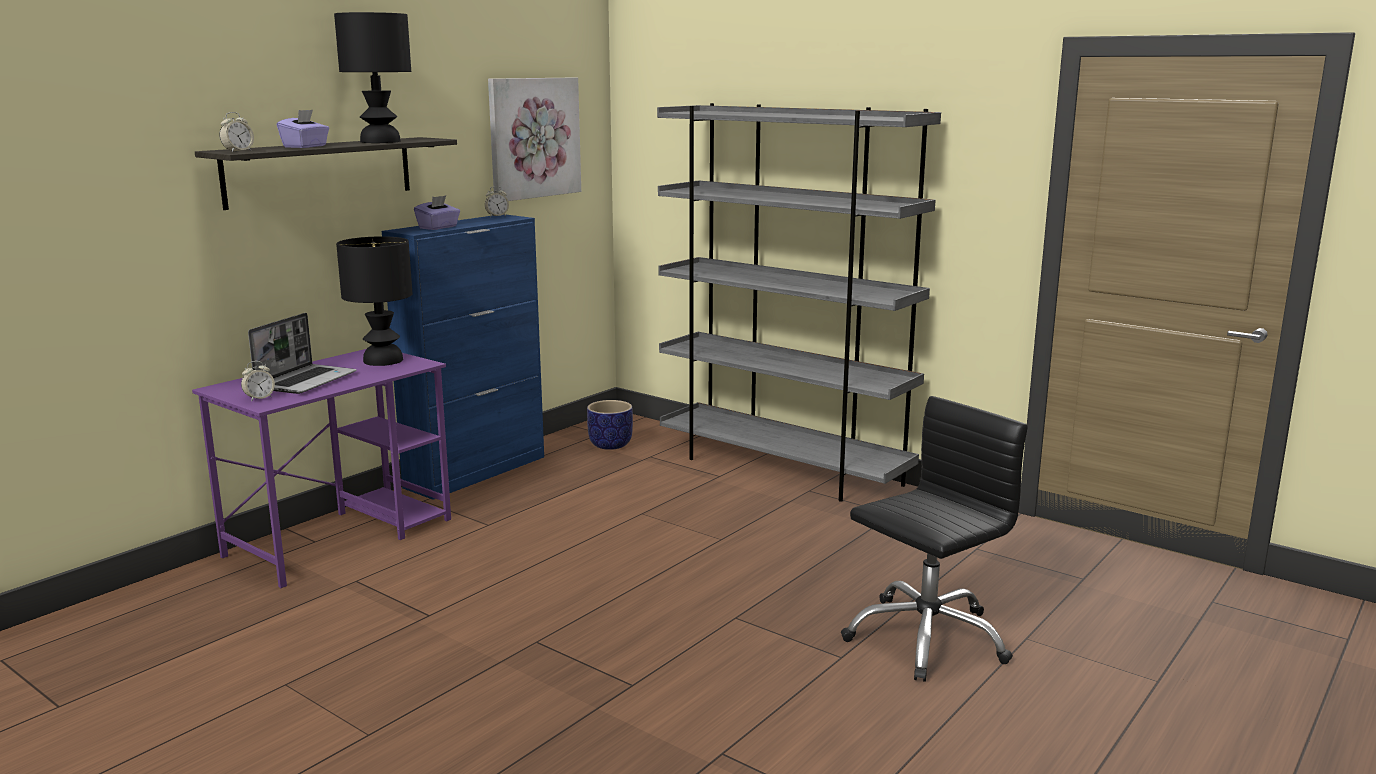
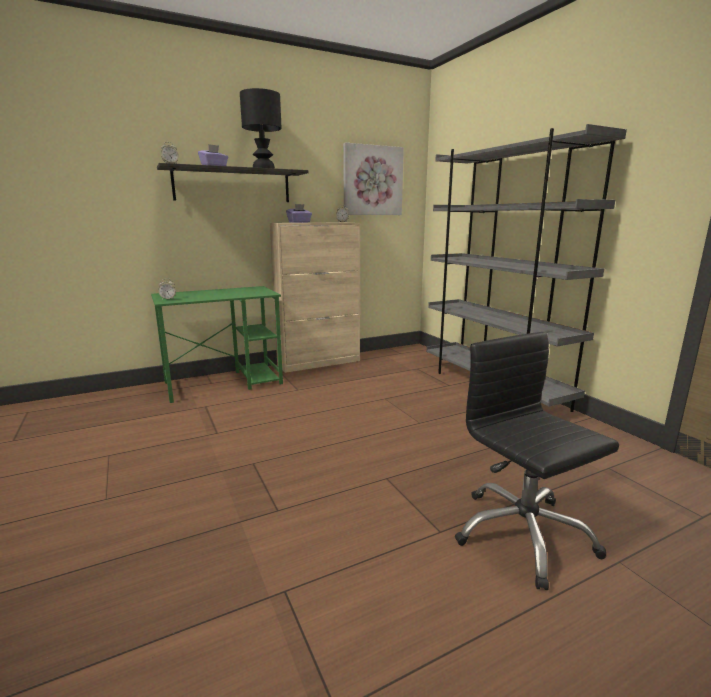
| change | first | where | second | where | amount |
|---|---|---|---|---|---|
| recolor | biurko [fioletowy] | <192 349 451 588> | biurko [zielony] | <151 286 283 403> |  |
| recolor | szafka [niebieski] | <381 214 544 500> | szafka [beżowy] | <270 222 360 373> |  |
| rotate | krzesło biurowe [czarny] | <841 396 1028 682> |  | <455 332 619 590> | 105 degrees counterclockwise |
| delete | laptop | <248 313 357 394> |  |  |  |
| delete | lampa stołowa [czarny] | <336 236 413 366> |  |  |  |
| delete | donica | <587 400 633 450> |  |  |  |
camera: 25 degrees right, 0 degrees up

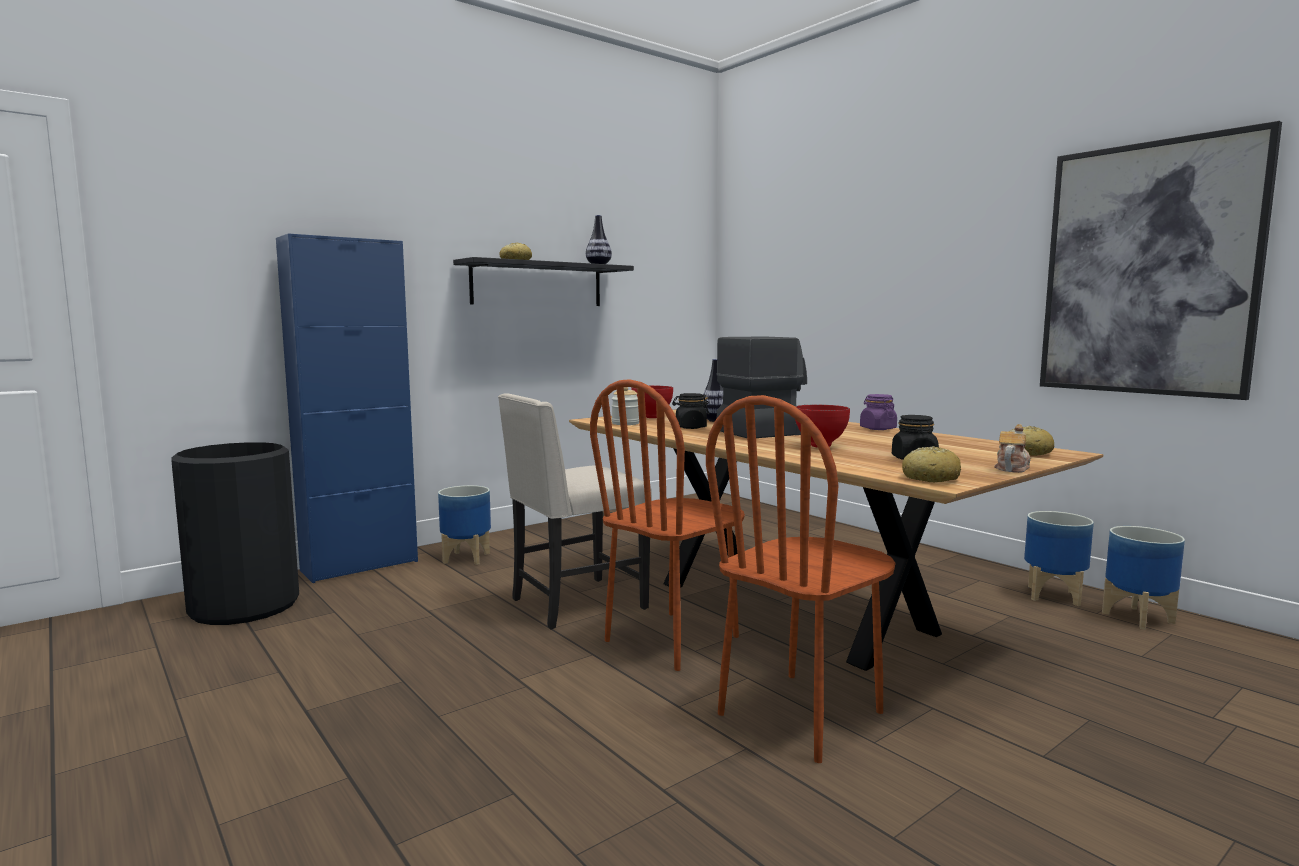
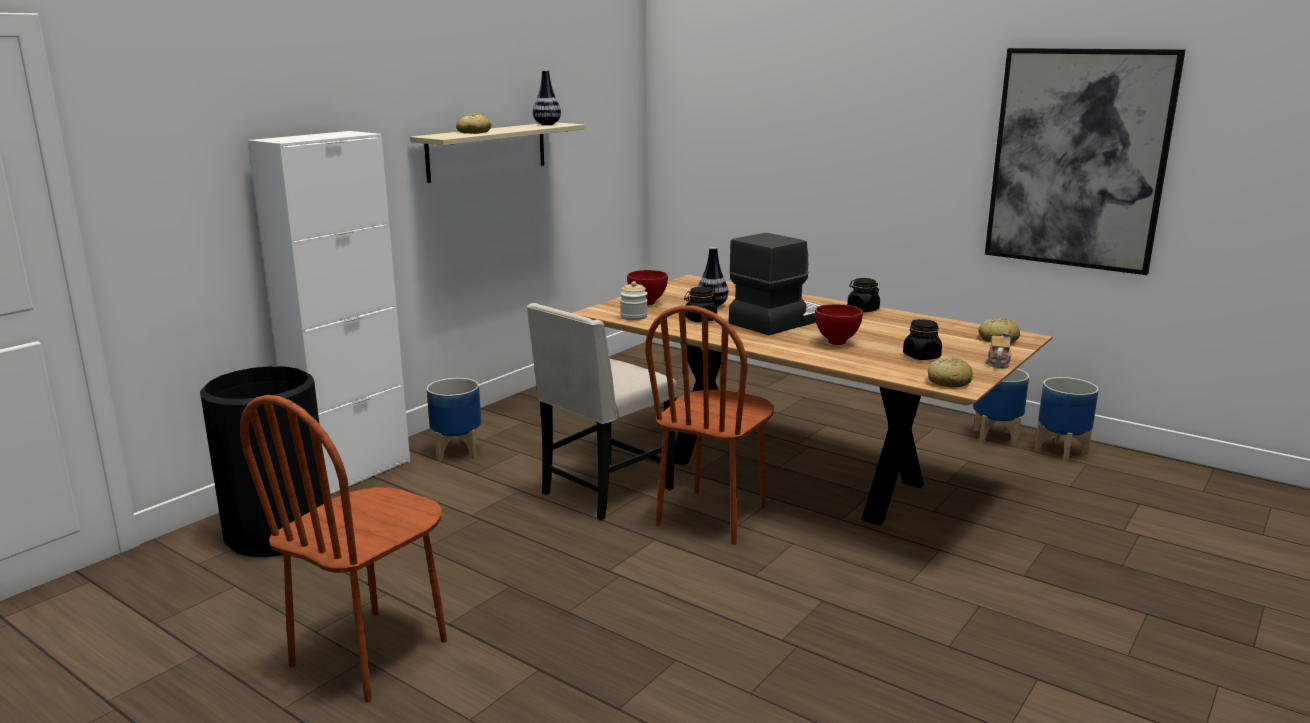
| change | first | where | second | where | amount |
|---|---|---|---|---|---|
| move | krzesło [brązowy] | <706 395 896 763> |  | <240 395 447 703> |  |
| recolor | szafka [niebieski] | <276 233 418 583> | szafka [biały] | <248 131 410 494> |  |
| recolor | półka [czarny] | <453 257 634 306> | półka [beżowy] | <410 122 584 183> |  |
| recolor | słoik [fioletowy] | <860 394 897 430> | słoik [czarny] | <847 278 880 312> |  |
camera: 15 degrees left, 10 degrees up

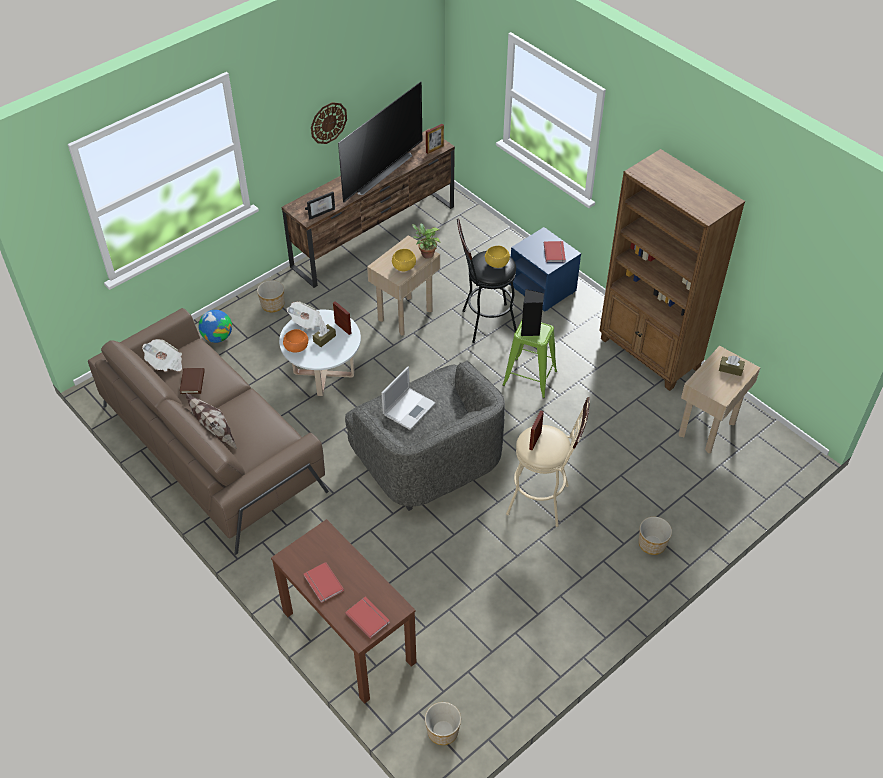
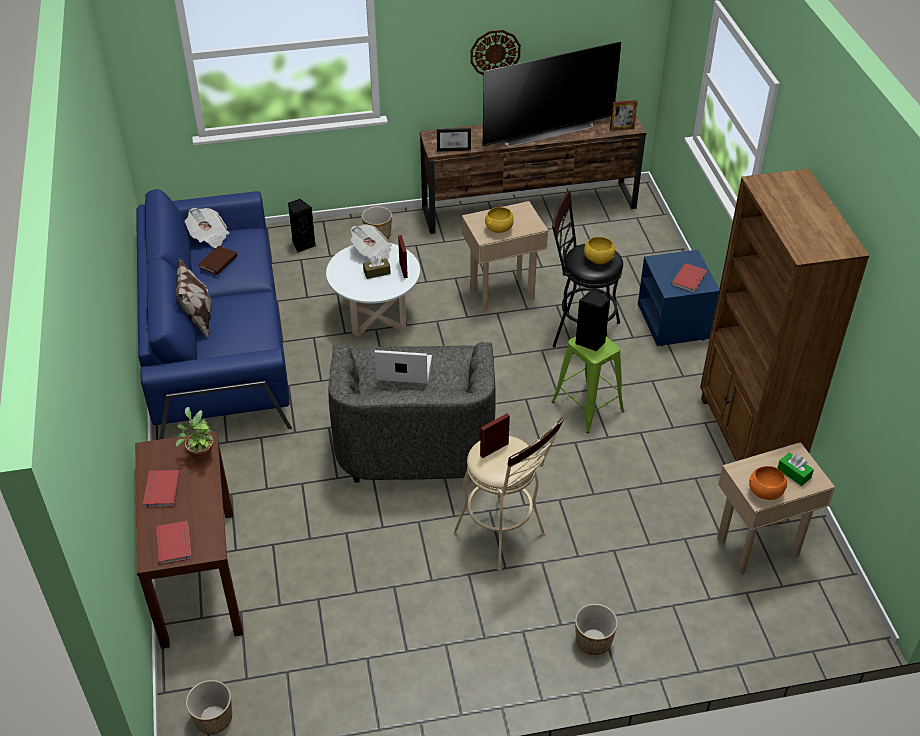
| change | first | where | second | where | amount |
|---|---|---|---|---|---|
| recolor | kanapa [brązowy] | <88 308 329 555> | kanapa [niebieski] | <136 189 292 439> |  |
| move | roślina doniczkowa | <412 224 441 259> |  | <176 407 215 463> |  |
| replace | globus | <198 310 232 343> | głośnik [czarny] | <288 199 316 253> |  |
| rotate | laptop | <382 366 436 430> |  | <375 350 432 384> | 150 degrees counterclockwise |
| move | miska [pomarańczowy] | <283 329 308 352> |  | <749 466 787 500> |  |
| recolor | pudełko chusteczek [brązowy] | <719 356 745 376> | pudełko chusteczek [zielony] | <777 452 814 486> |  |
camera: 30 degrees right, 5 degrees down

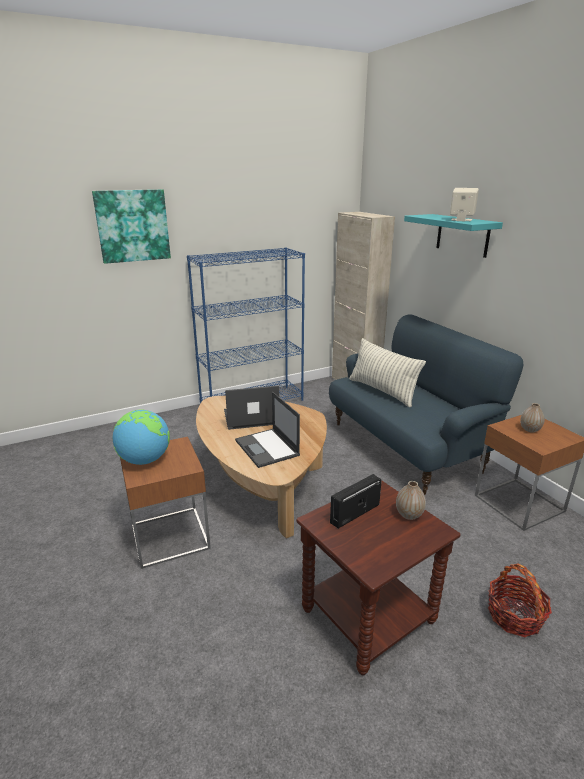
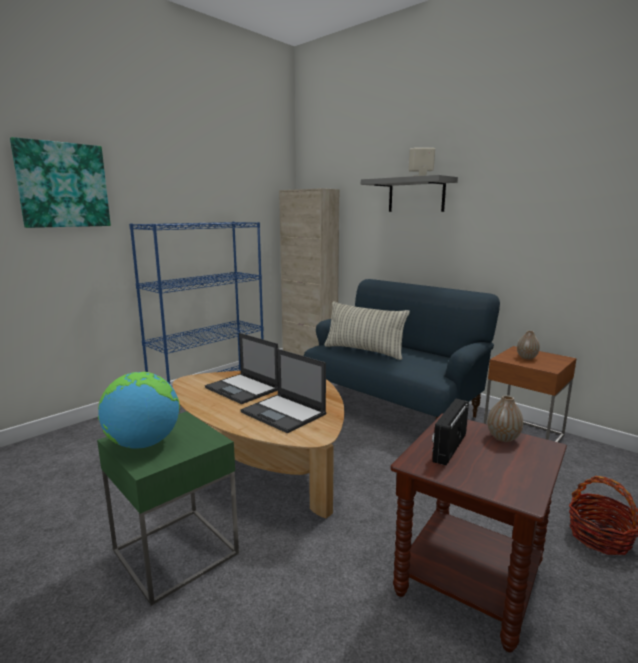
| change | first | where | second | where | amount |
|---|---|---|---|---|---|
| recolor | stolik [brązowy] | <120 437 211 569> | stolik [zielony] | <97 411 239 606> |  |
| rotate | laptop | <224 385 279 430> |  | <205 333 278 404> | 105 degrees counterclockwise |
| recolor | półka [turkusowy] | <404 214 503 258> | półka [szary] | <361 175 458 212> |  |
camera: 20 degrees left, 10 degrees down

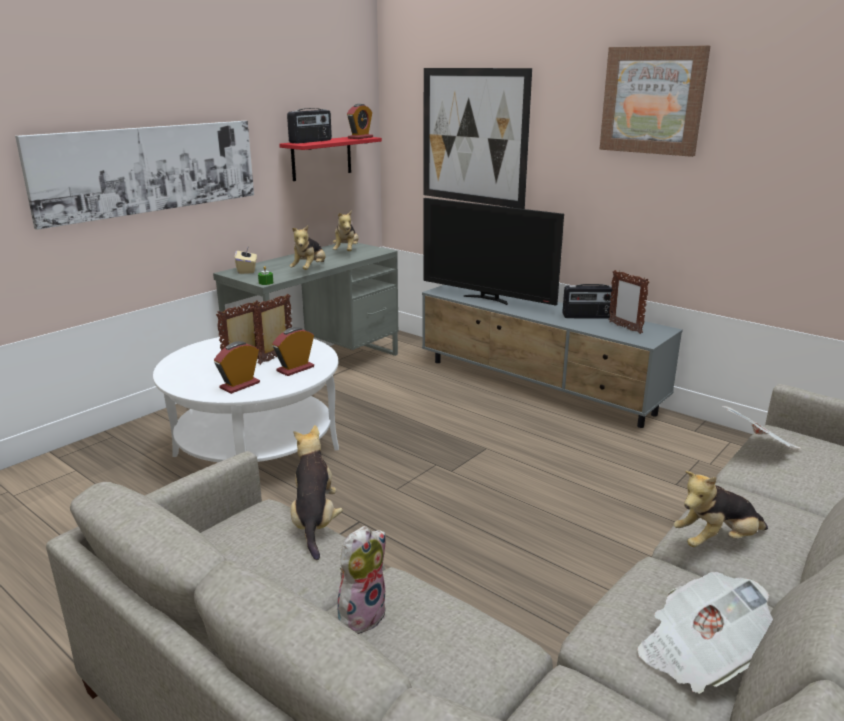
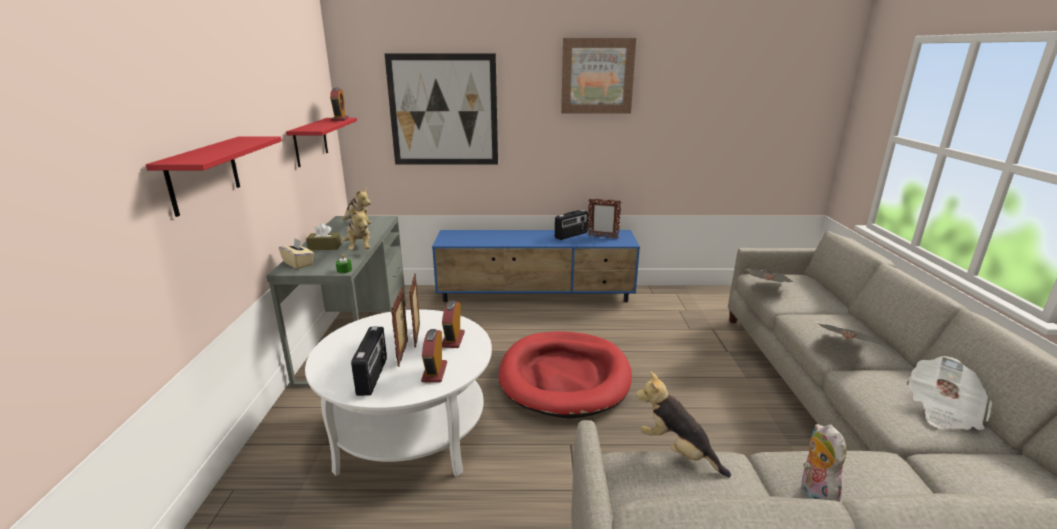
| change | first | where | second | where | amount |
|---|---|---|---|---|---|
| replace | obraz | <15 121 254 230> | półka [czerwony] | <146 137 282 217> |  |
| insert |  |  | pudełko chusteczek [brązowy] | <306 223 341 250> |  |
| move | radio | <287 108 332 144> |  | <351 327 387 396> |  |
| recolor | szafka pod telewizor [szary] | <422 285 683 428> | szafka pod telewizor [niebieski] | <432 230 640 302> |  |
| insert |  |  | legowisko [czerwony] | <499 331 632 419> |  |
| replace | pluszak | <674 471 768 547> | gazeta | <816 322 880 344> |  |
| delete | telewizor | <423 198 564 306> |  |  |  |
camera: 40 degrees left, 0 degrees up

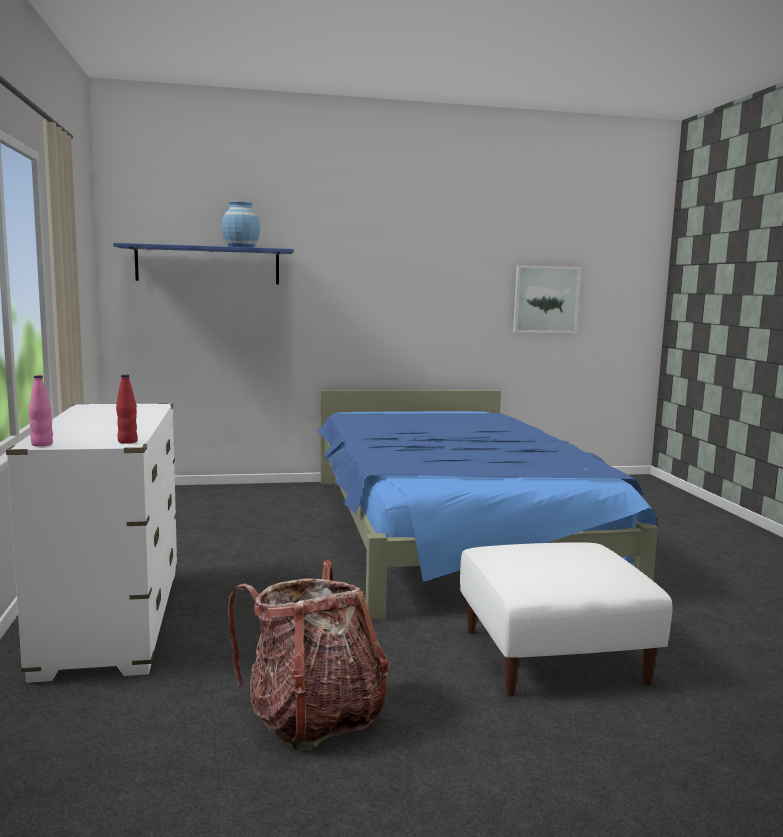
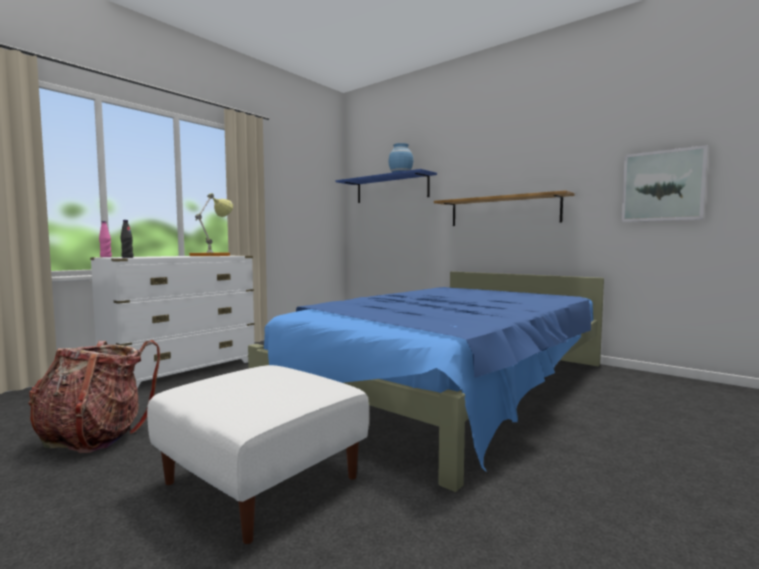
| change | first | where | second | where | amount |
|---|---|---|---|---|---|
| recolor | butelka [czerwony] | <116 374 138 444> | butelka [czarny] | <121 220 134 258> |  |
| insert |  |  | lampa stołowa | <189 194 233 256> |  |
| insert |  |  | półka | <434 190 575 226> |  |
camera: 50 degrees right, 5 degrees down

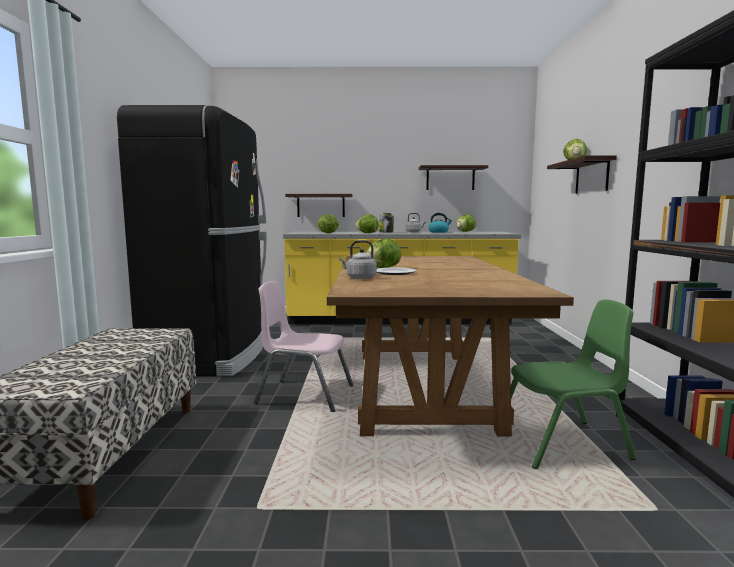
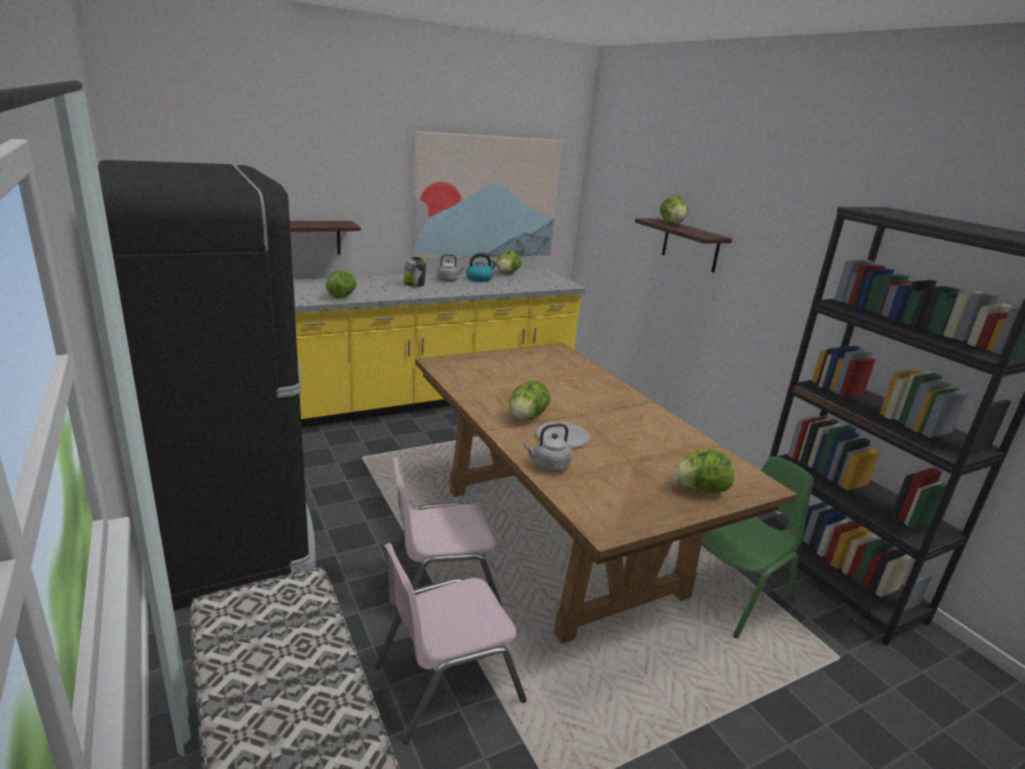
| change | first | where | second | where | amount |
|---|---|---|---|---|---|
| insert |  |  | krzesło [różowy] | <375 543 527 744> |  |
| replace | półka | <419 165 488 190> | obraz | <412 131 562 259> |  |
| move | sałata | <355 214 379 233> |  | <674 450 734 493> |  |
camera: 30 degrees left, 15 degrees up

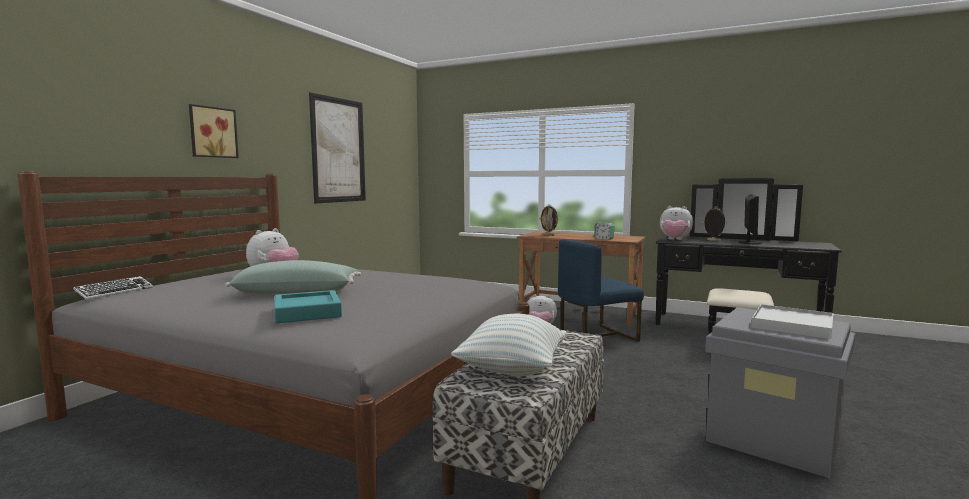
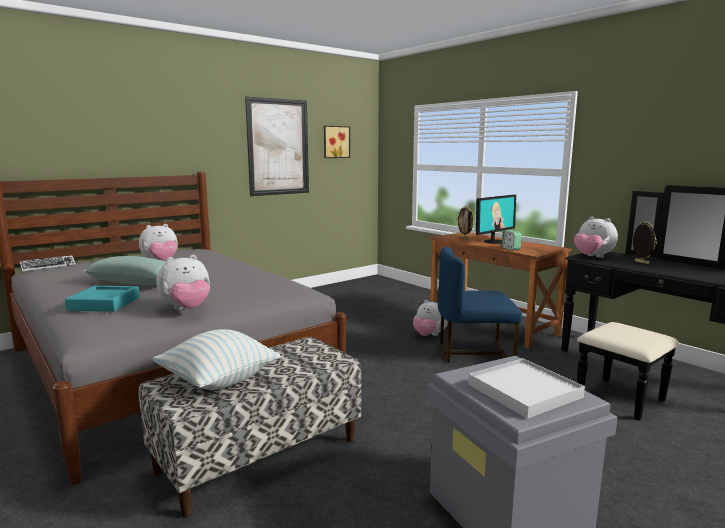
| change | first | where | second | where | amount |
|---|---|---|---|---|---|
| insert |  |  | pluszak | <157 255 210 310> |  |
| move | obraz | <189 104 239 158> |  | <324 126 350 158> |  |
| move | monitor | <739 195 762 244> |  | <476 194 516 244> |  |
camera: 25 degrees right, 5 degrees up

